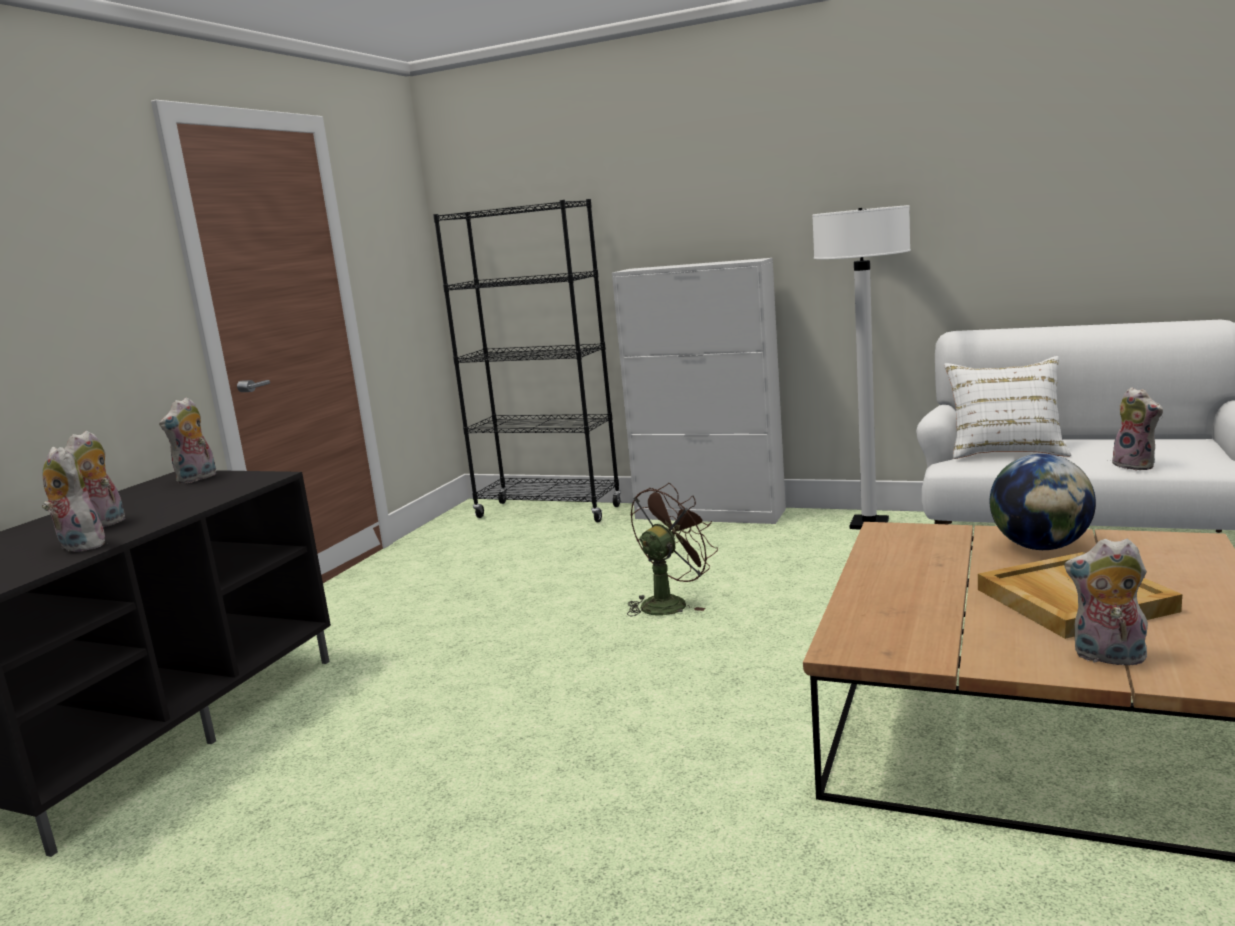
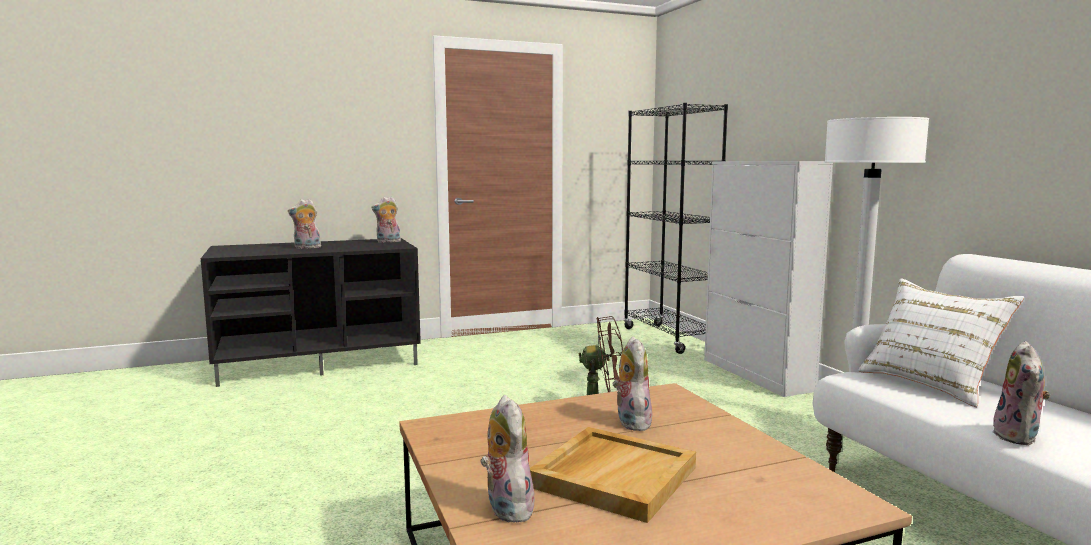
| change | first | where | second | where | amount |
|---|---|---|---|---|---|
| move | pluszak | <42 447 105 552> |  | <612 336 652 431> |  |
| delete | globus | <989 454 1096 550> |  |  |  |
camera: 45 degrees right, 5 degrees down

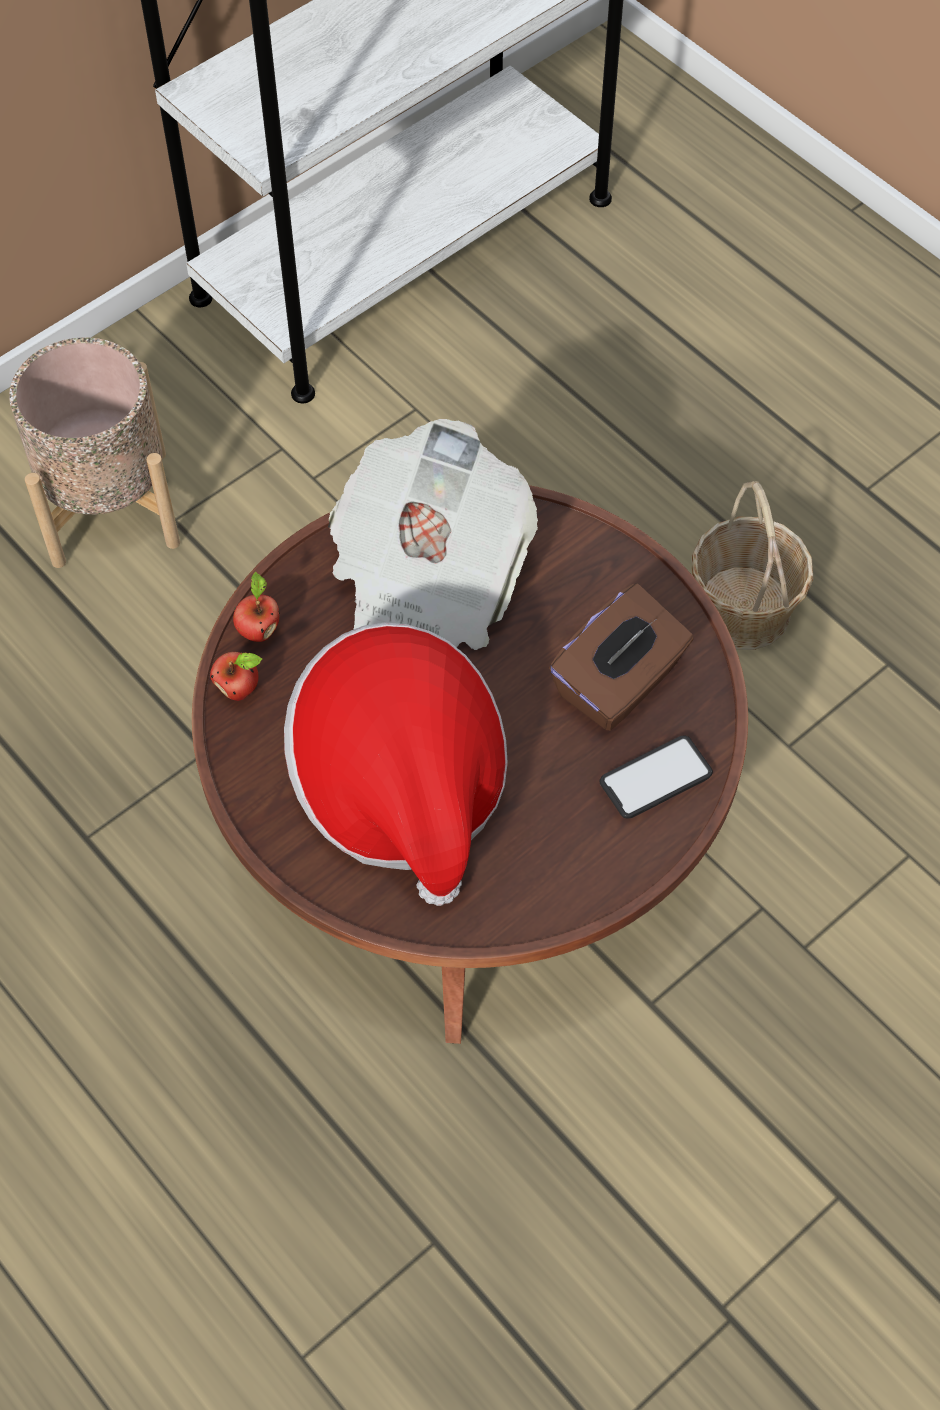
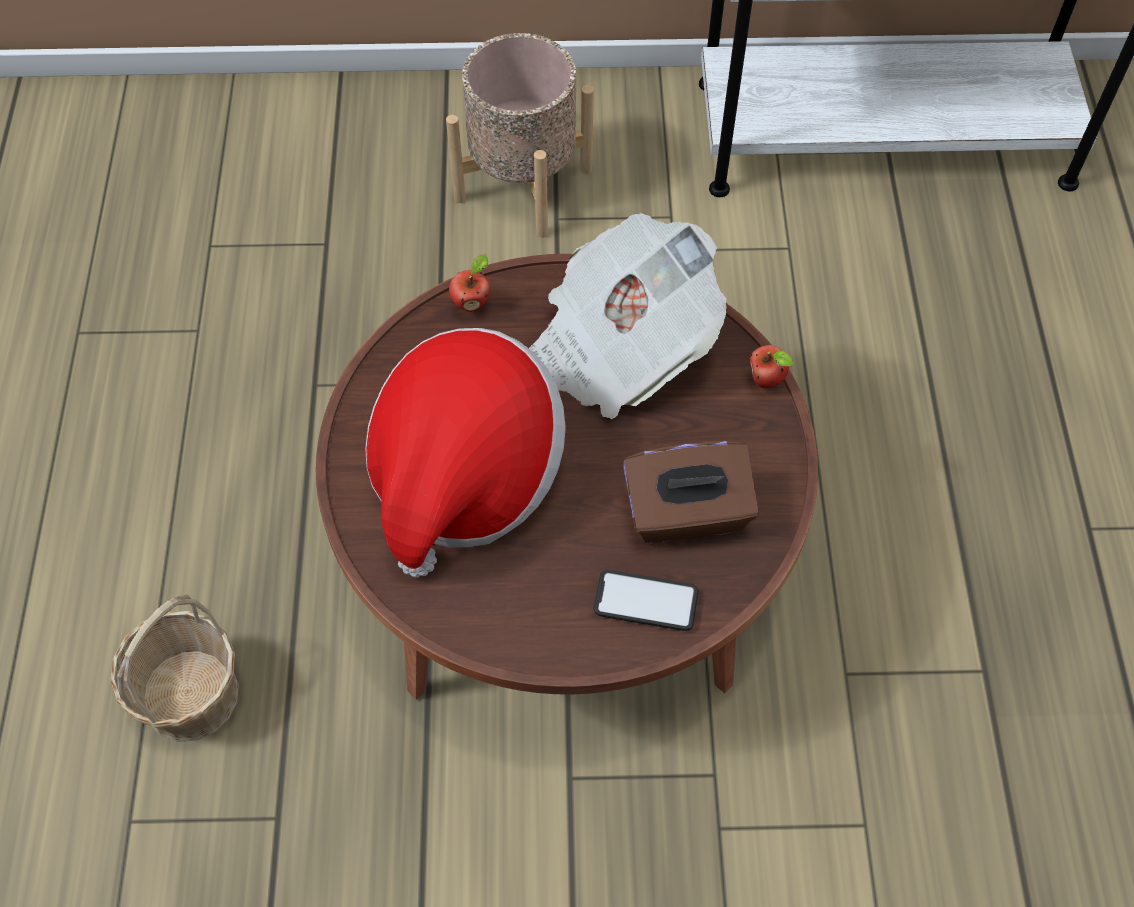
| change | first | where | second | where | amount |
|---|---|---|---|---|---|
| move | koszyk | <691 481 814 650> |  | <110 594 239 742> |  |
| move | jabłko | <210 652 262 701> |  | <750 345 794 388> |  |
camera: 40 degrees right, 0 degrees up

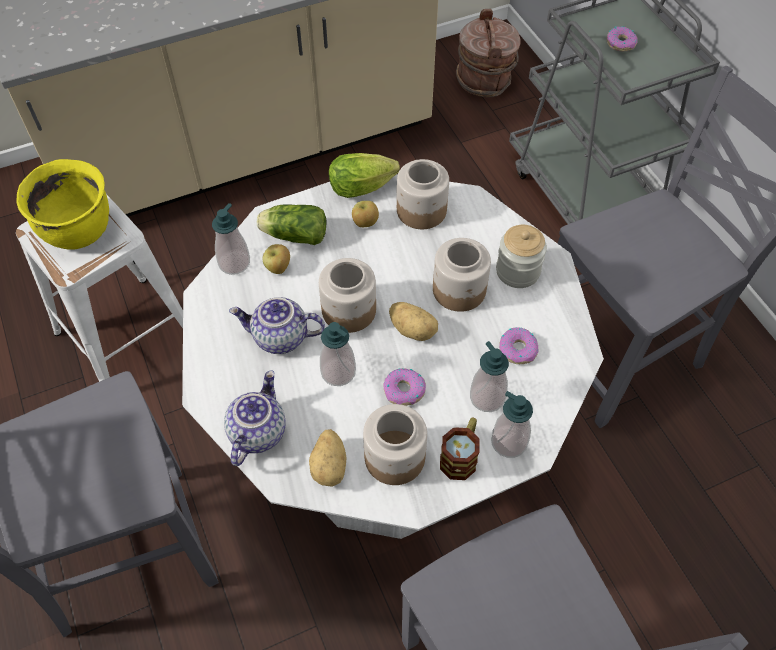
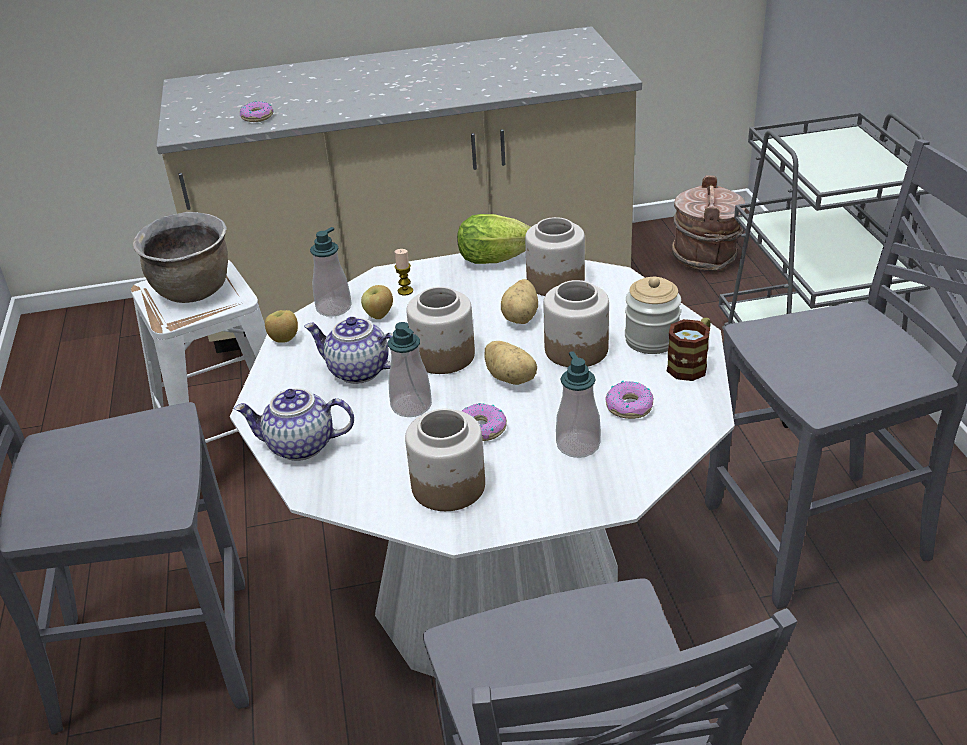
| change | first | where | second | where | amount |
|---|---|---|---|---|---|
| recolor | garnek [żółty] | <16 159 109 250> | garnek [brązowy] | <133 212 228 303> |  |
| rotate | imbryk | <224 370 286 466> |  | <234 388 354 461> | 120 degrees counterclockwise |
| move | donut | <607 26 638 51> |  | <240 101 273 122> |  |
| move | jabłko | <352 201 379 227> |  | <265 310 298 343> |  |
| replace | sałata | <257 204 326 245> | świeca | <394 249 413 295> |  |
| move | ziemniak | <309 429 346 487> |  | <501 279 538 324> |  |
| move | kubek | <440 417 480 480> |  | <667 317 711 381> |  |
| delete | dozownik mydła | <491 391 533 458> |  |  |  |
camera: 15 degrees right, 20 degrees down

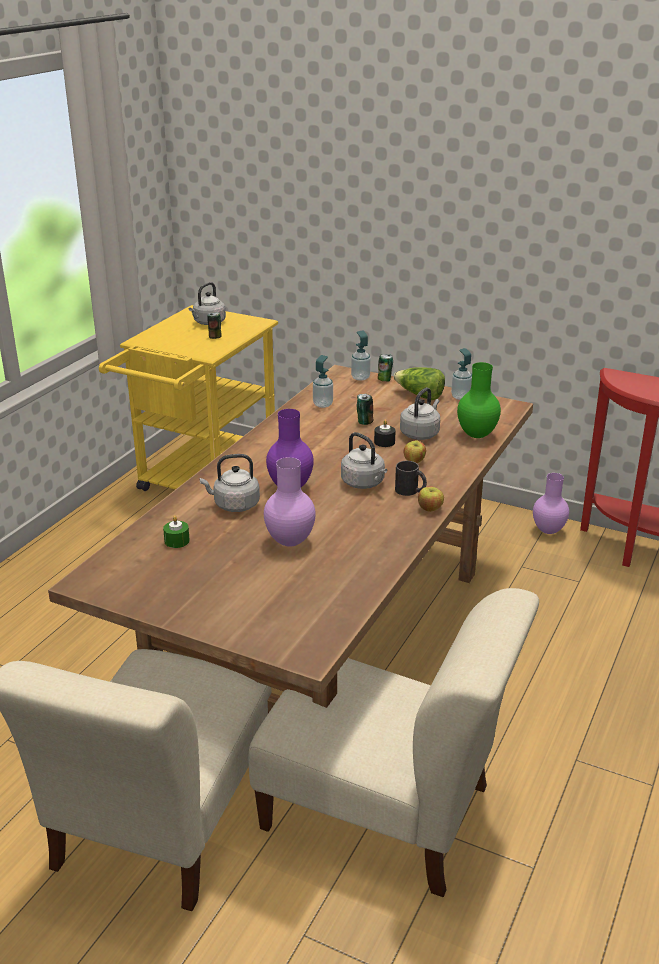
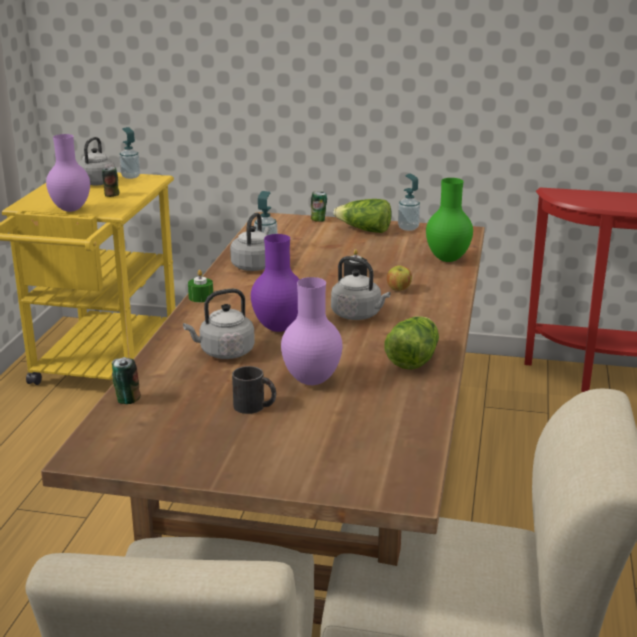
| change | first | where | second | where | amount |
|---|---|---|---|---|---|
| move | wazon [fioletowy] | <533 473 569 534> |  | <46 134 90 212> |  |
| move | puszka | <357 394 374 425> |  | <112 357 141 404> |  |
| move | dozownik mydła | <351 330 371 381> |  | <119 127 140 179> |  |
| move | świeca [zielony] | <163 516 190 548> |  | <188 270 213 302> |  |
| move | czajnik [szary] | <400 388 440 440> |  | <230 212 270 271> |  |
| move | kubek [czarny] | <395 461 427 496> |  | <232 366 276 414> |  |
| insert |  |  | sałata | <384 317 439 370> |  |
| delete | jabłko | <418 486 444 512> |  |  |  |
camera: 15 degrees left, 5 degrees down

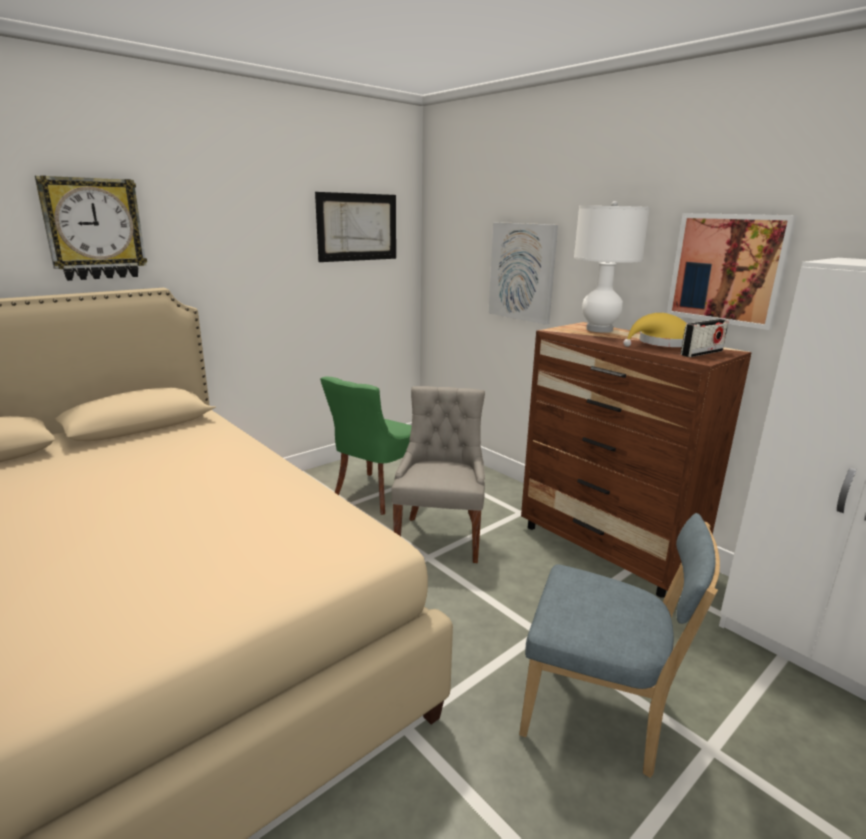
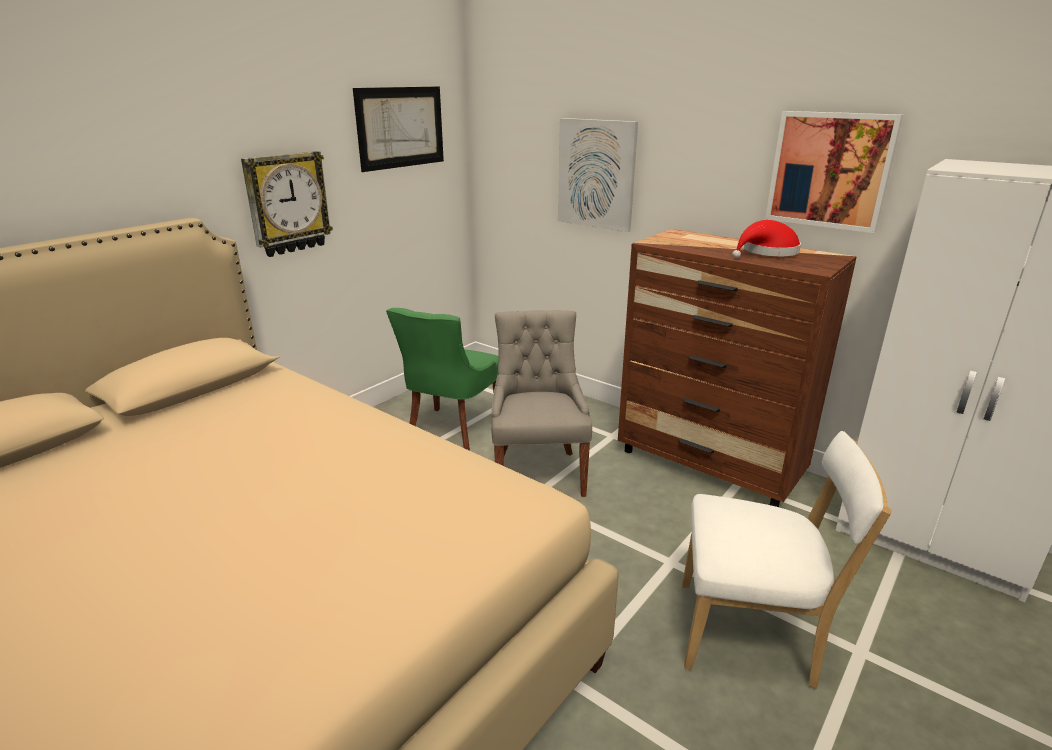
| change | first | where | second | where | amount |
|---|---|---|---|---|---|
| move | zegar ścienny | <35 175 147 281> |  | <241 151 333 257> |  |
| recolor | krzesło [niebieski] | <519 513 720 778> | krzesło [biały] | <682 431 892 689> |  |
| recolor | kapelusz [żółty] | <623 313 687 347> | kapelusz [czerwony] | <732 220 801 258> |  |
| delete | lampa stołowa [biały] | <574 201 650 333> |  |  |  |
| delete | radio | <680 319 729 357> |  |  |  |
camera: 10 degrees left, 5 degrees up

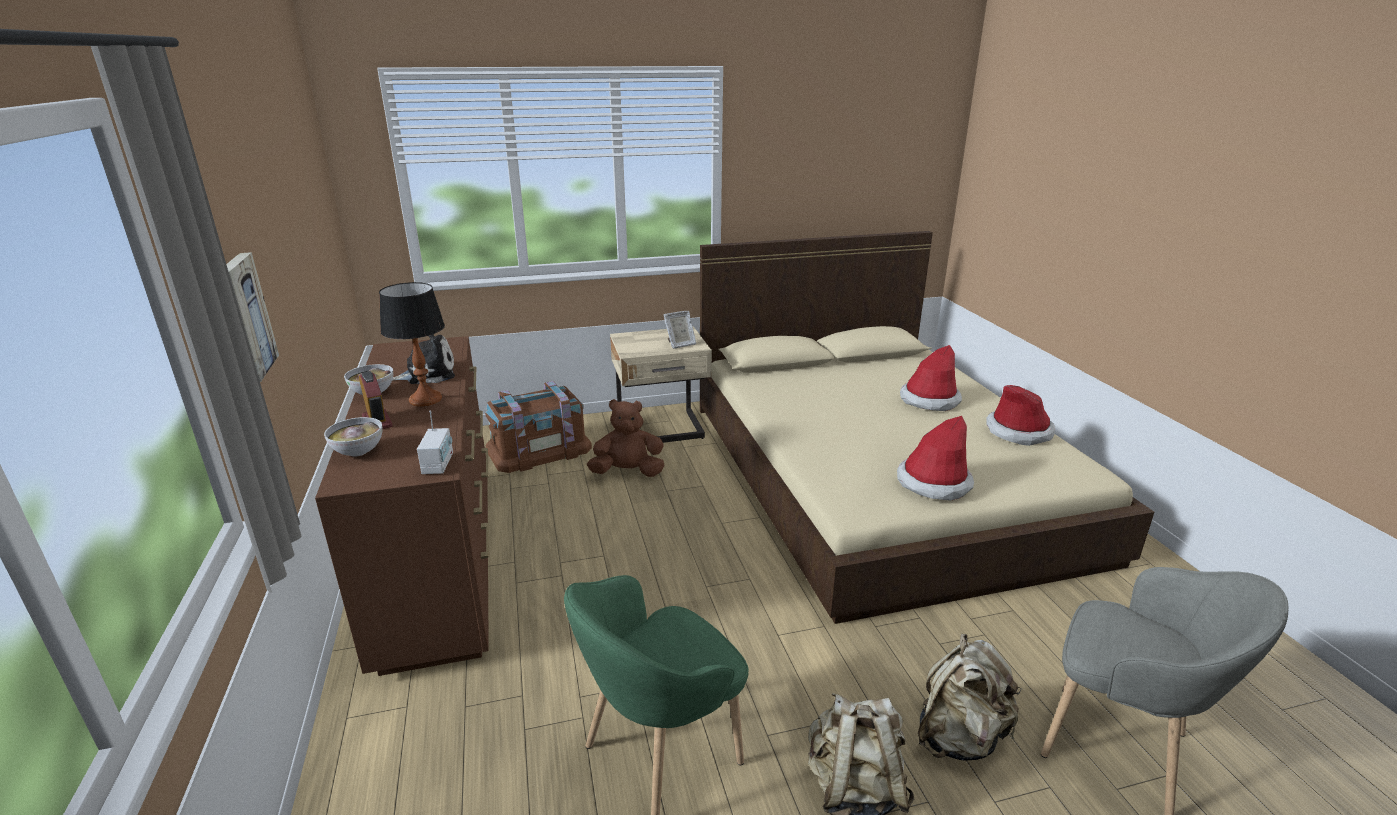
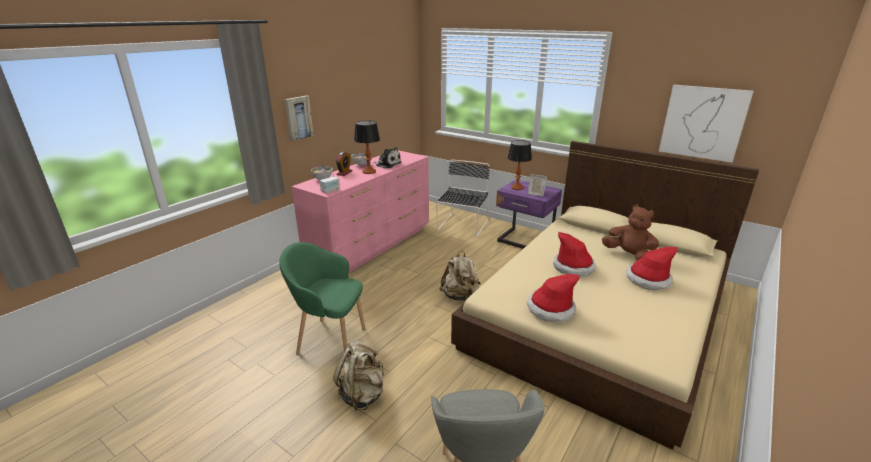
| change | first | where | second | where | amount |
|---|---|---|---|---|---|
| recolor | komoda [brązowy] | <315 336 489 676> | komoda [różowy] | <291 150 429 272> |  |
| replace | pojemnik do przechowywania [brązowy] | <485 381 592 473> | krzesło [czarny] | <436 160 490 237> |  |
| move | plecak [beżowy] | <918 634 1022 761> |  | <439 251 481 301> |  |
| recolor | szafka nocna [beżowy] | <610 326 712 443> | szafka nocna [fioletowy] | <496 179 562 249> |  |
| insert |  |  | lampa stołowa | <507 140 532 190> |  |
| move | kapelusz | <986 385 1055 446> |  | <553 232 597 277> |  |
| move | pluszak [brązowy] | <587 399 664 477> |  | <602 204 659 261> |  |
| insert |  |  | obraz | <658 85 754 163> |  |
camera: 50 degrees right, 0 degrees up

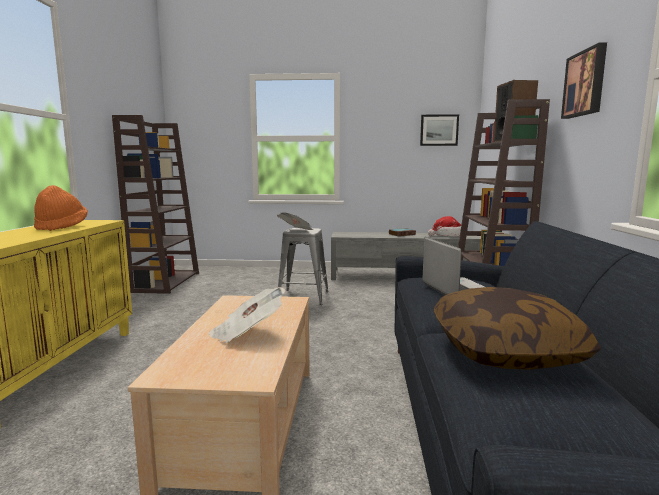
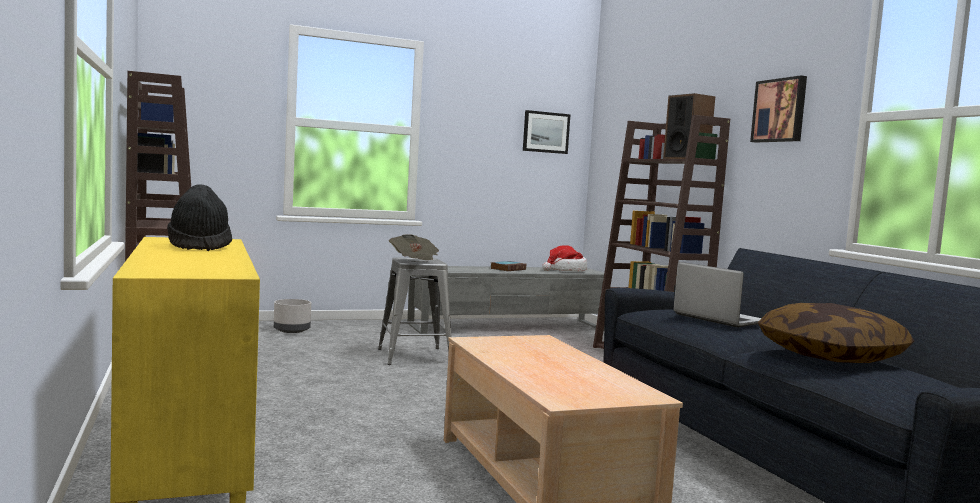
| change | first | where | second | where | amount |
|---|---|---|---|---|---|
| recolor | kapelusz [pomarańczowy] | <34 185 88 231> | kapelusz [czarny] | <167 184 232 251> |  |
| insert |  |  | donica [szary] | <274 299 311 333> |  |
| delete | gazeta | <208 287 286 343> |  |  |  |
camera: 25 degrees left, 5 degrees down

